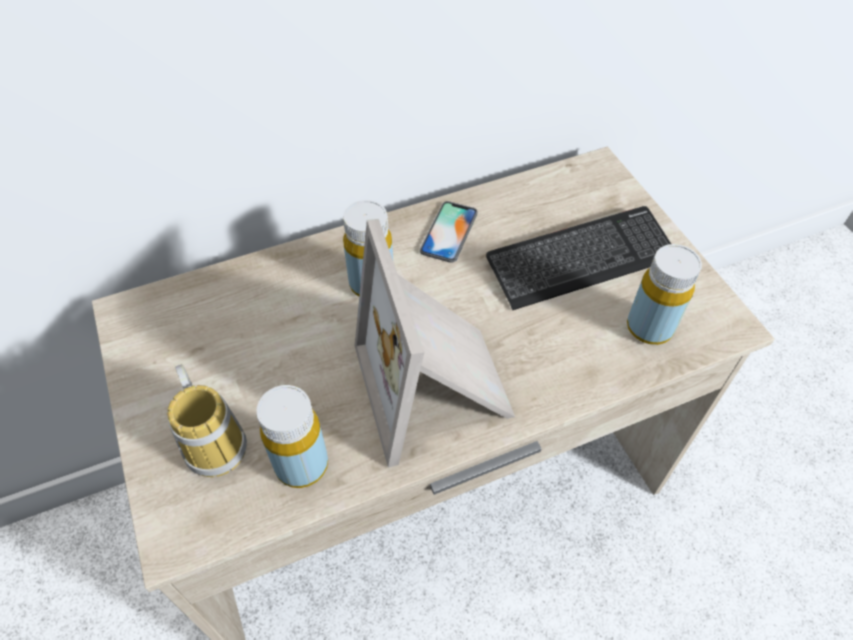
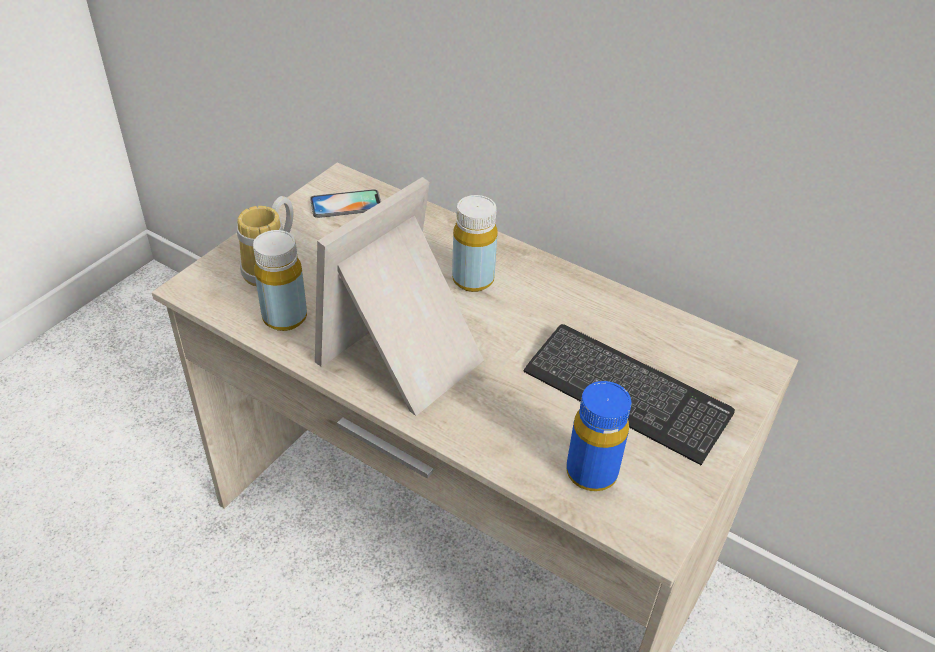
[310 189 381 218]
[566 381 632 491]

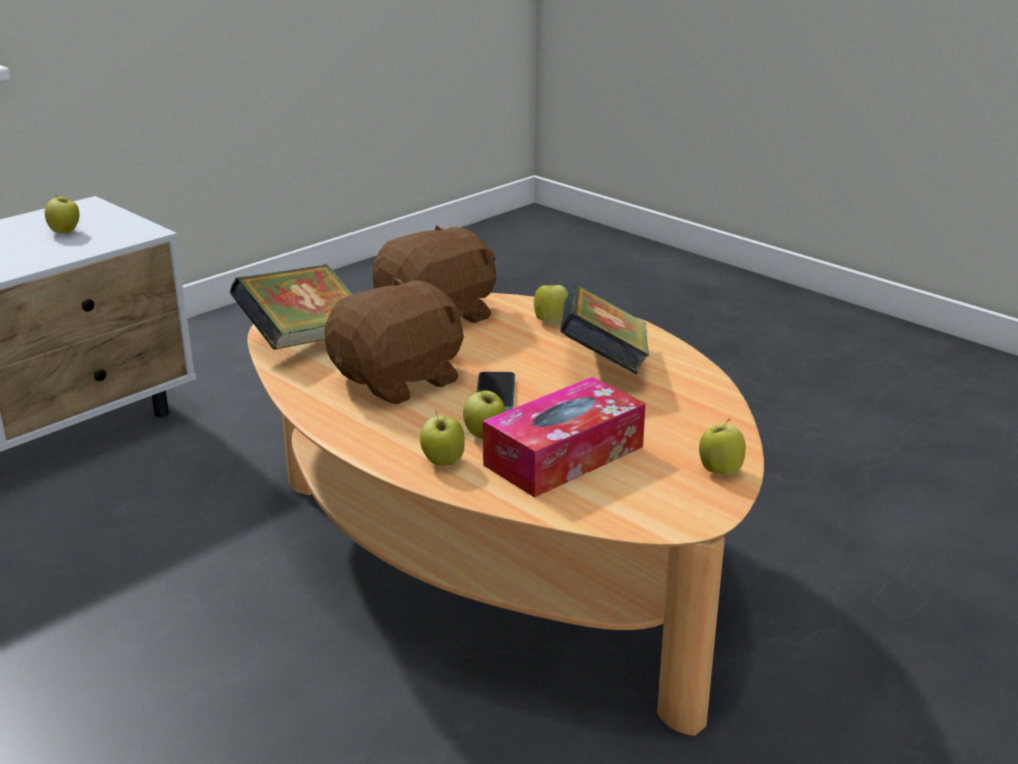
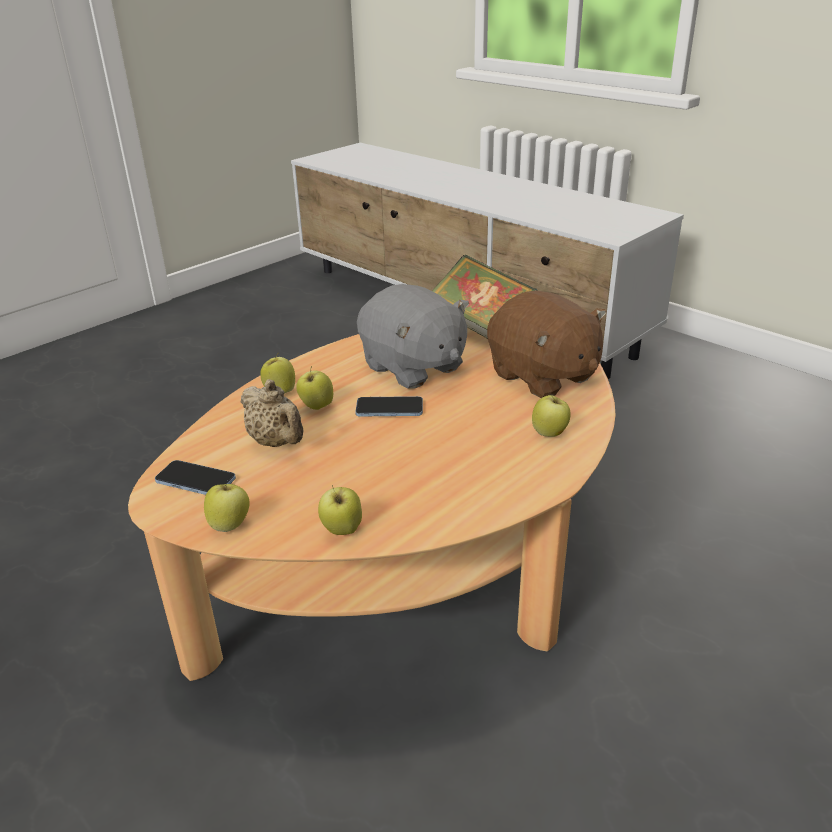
[318 485 362 535]
[357 284 469 389]
[560 286 650 374] (first image)
[240 379 303 447]
[155 460 236 495]

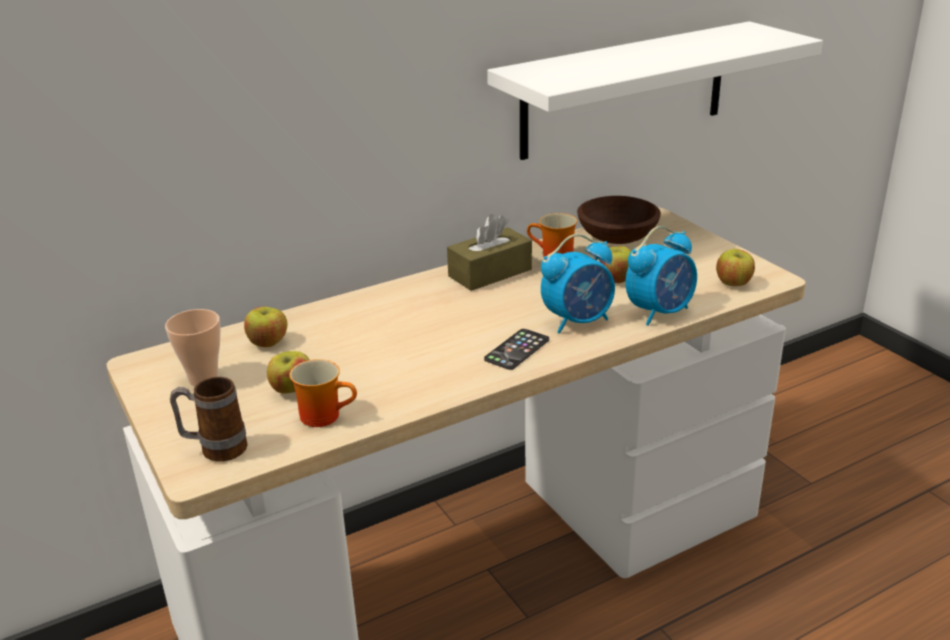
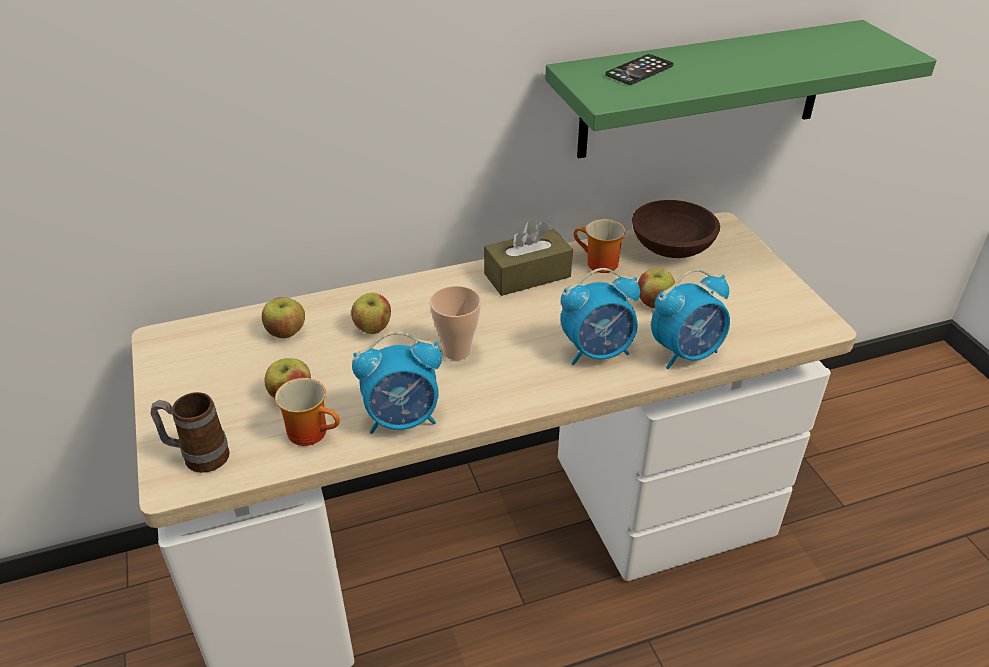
[545 20 937 158]
[351 293 391 334]
[430 286 481 360]
[605 54 674 85]
[352 331 442 434]

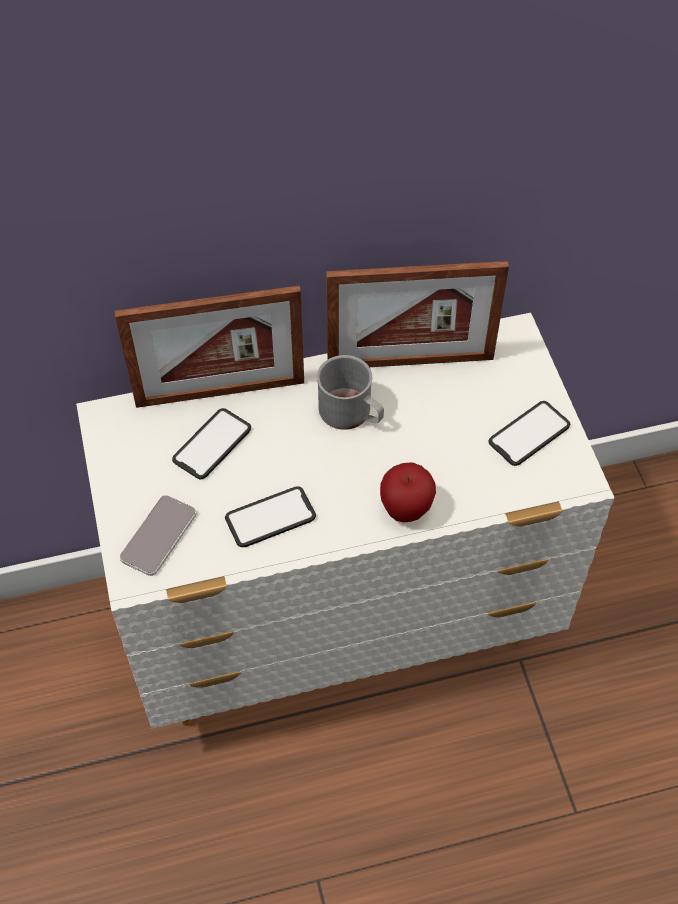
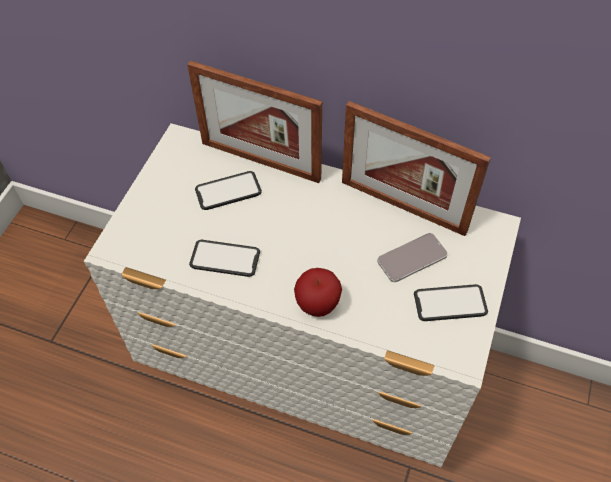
[317 355 384 430] (first image)
[377 233 448 282]

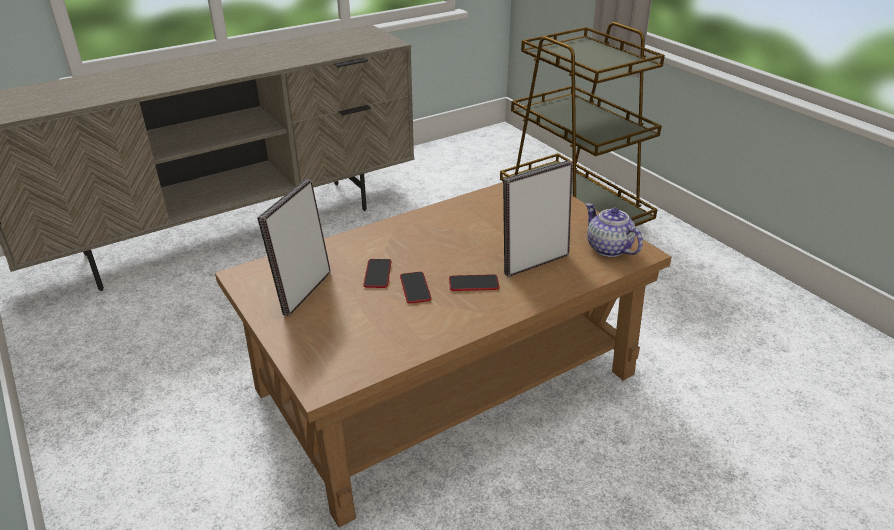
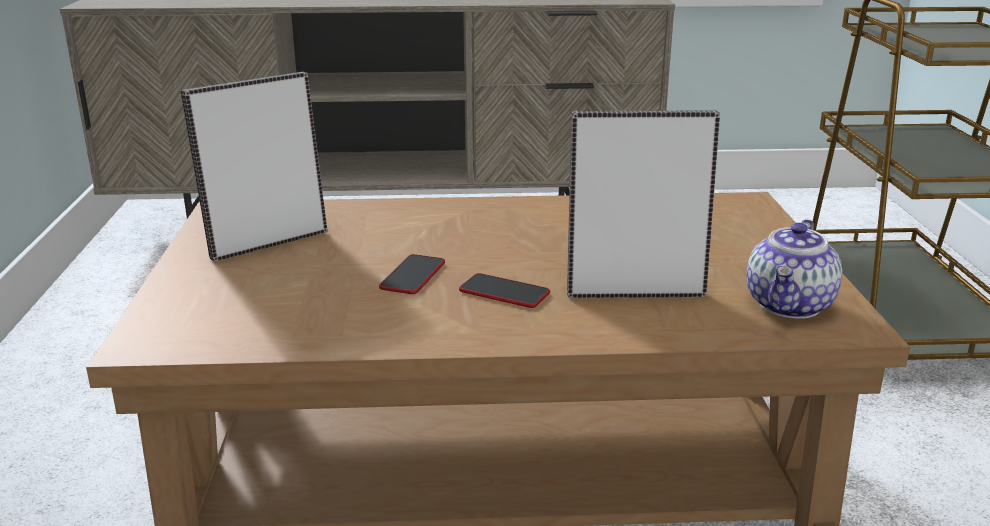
[747 219 842 319]
[363 259 391 288] (first image)

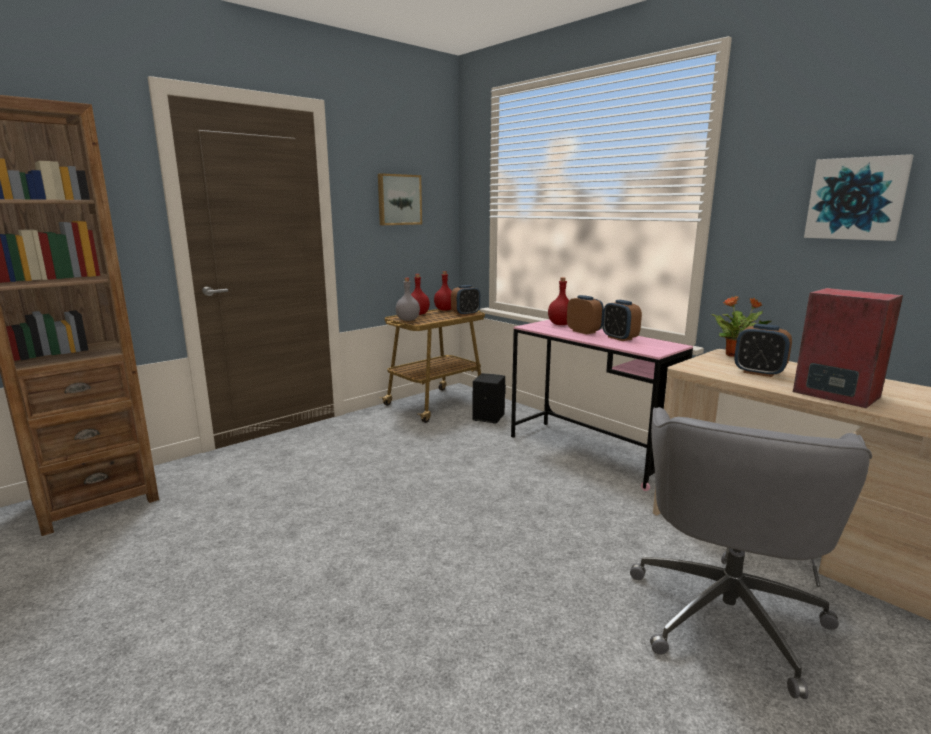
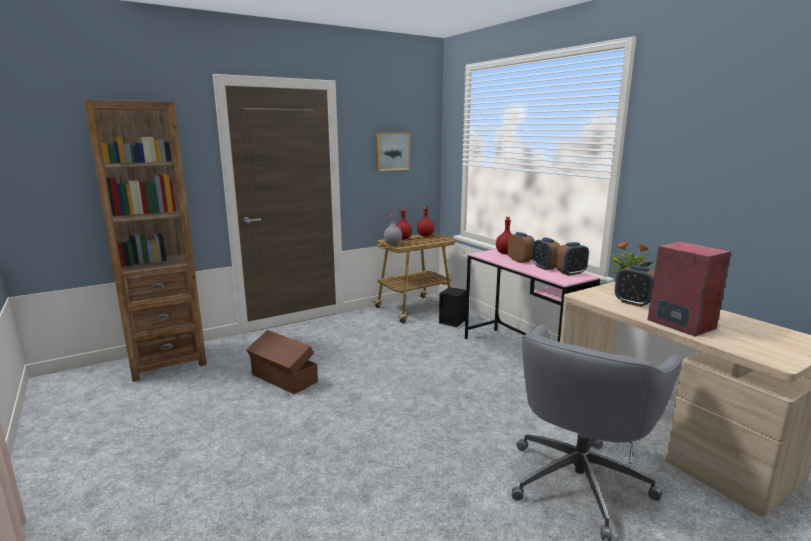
[804 154 914 241] (first image)
[556 242 589 276]
[246 330 318 394]

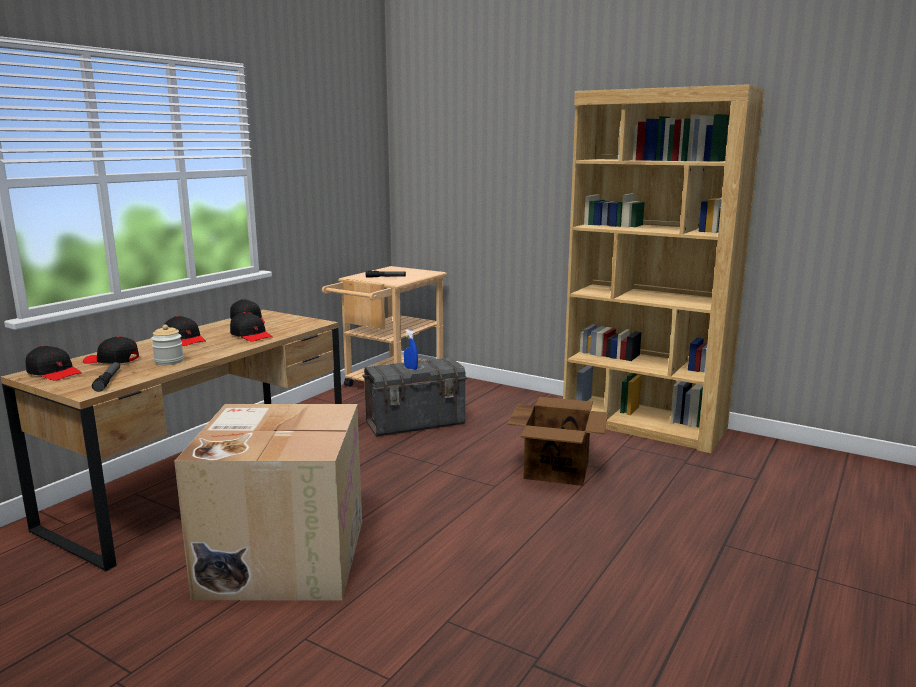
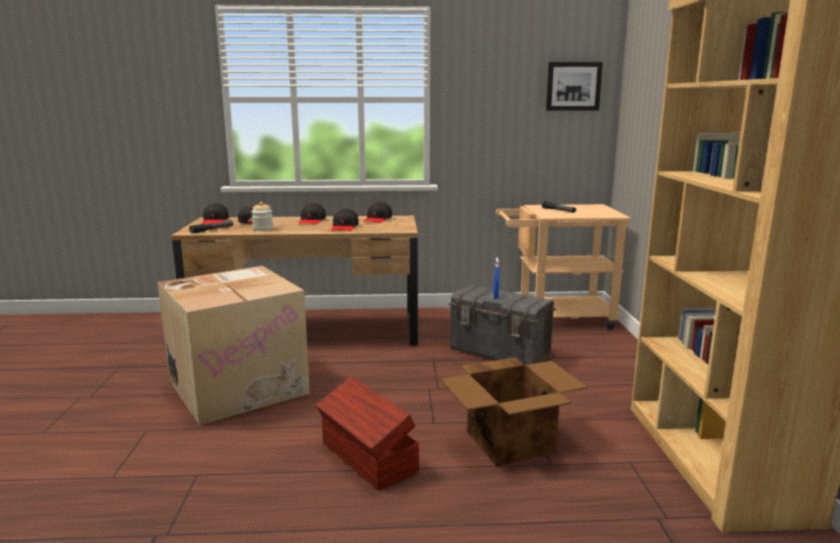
[546 62 603 111]
[316 376 419 490]

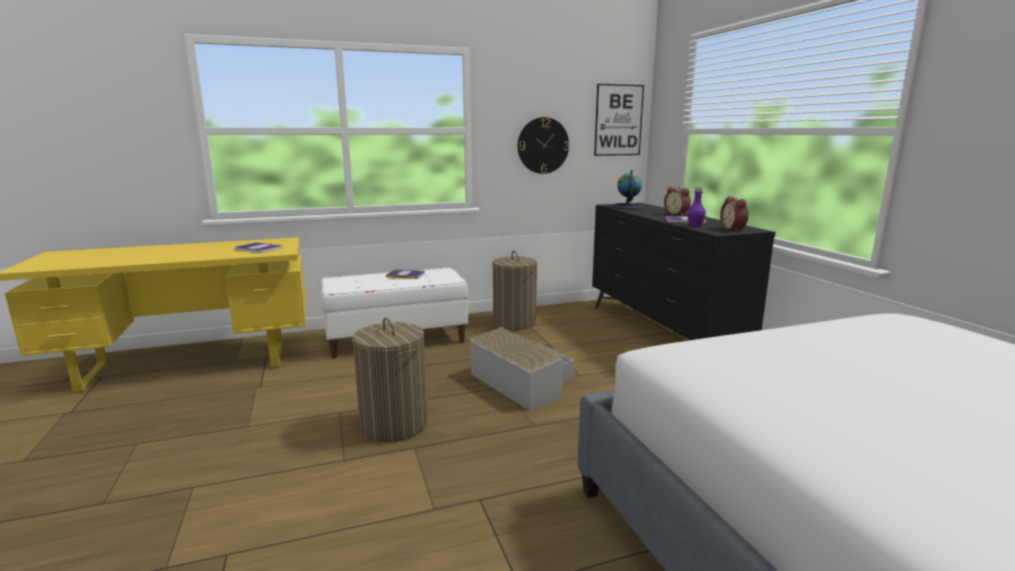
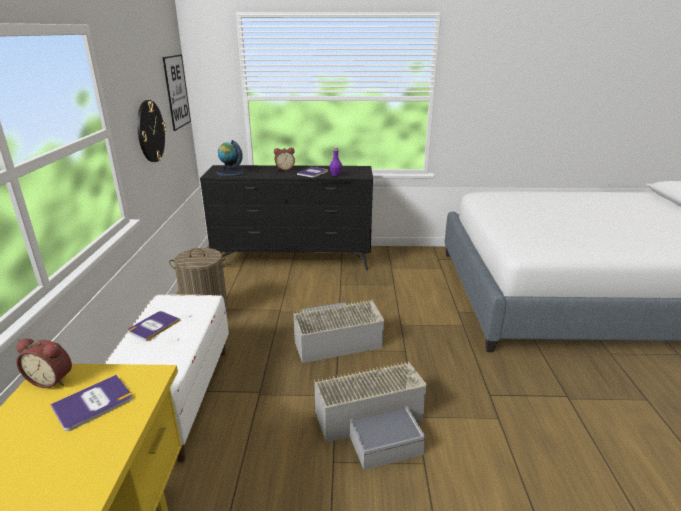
[16 339 72 388]
[314 361 427 470]

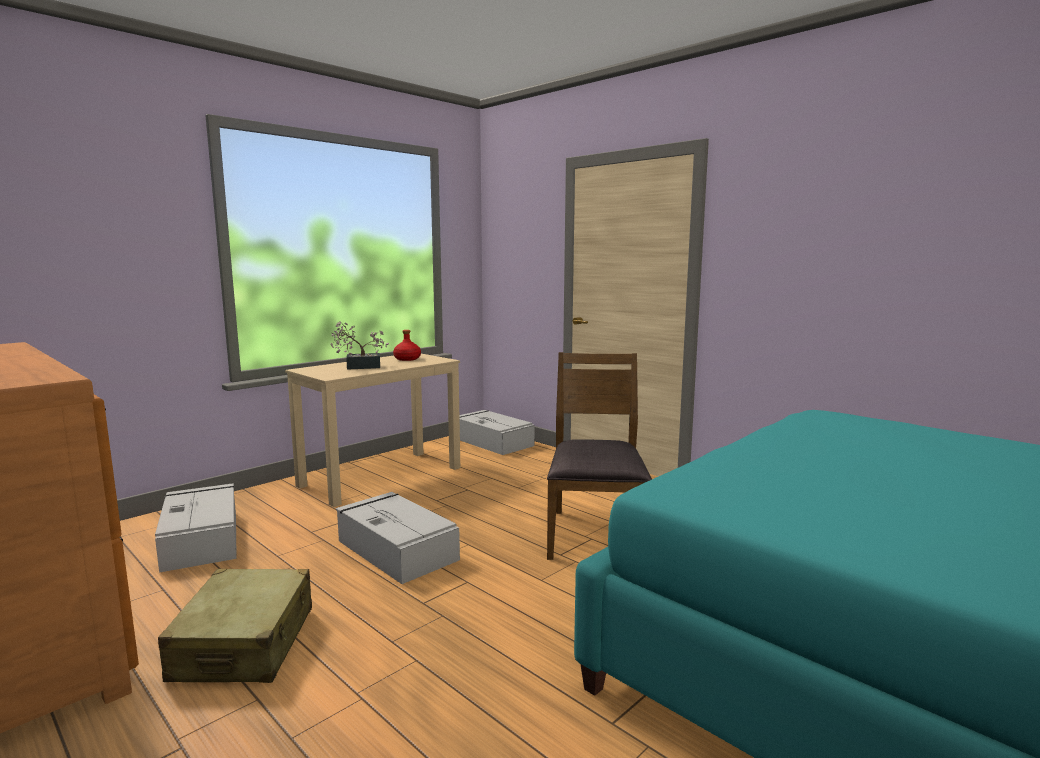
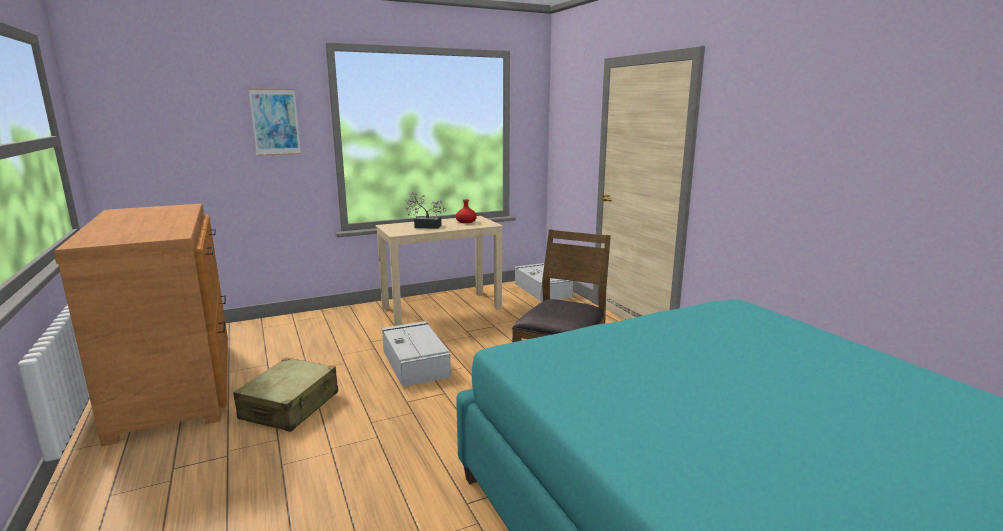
[155 483 237 573] (first image)
[249 88 301 156]

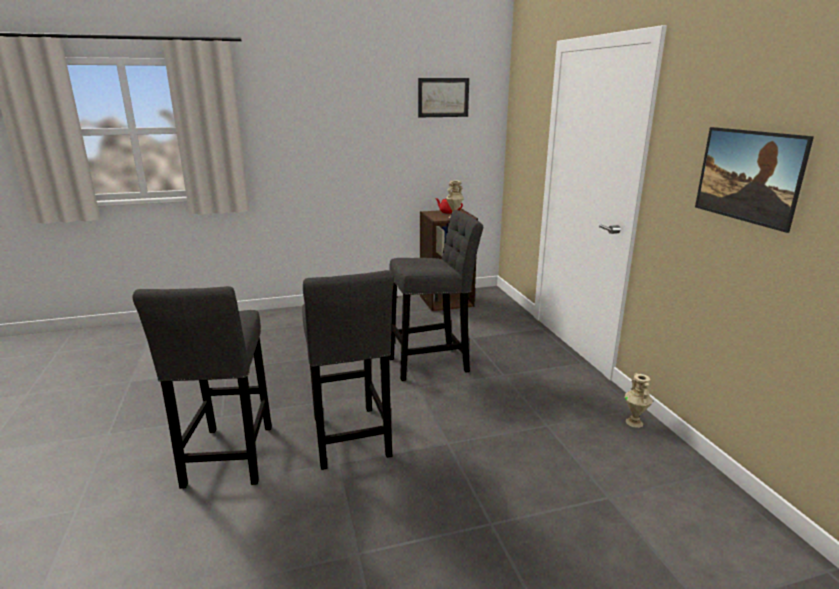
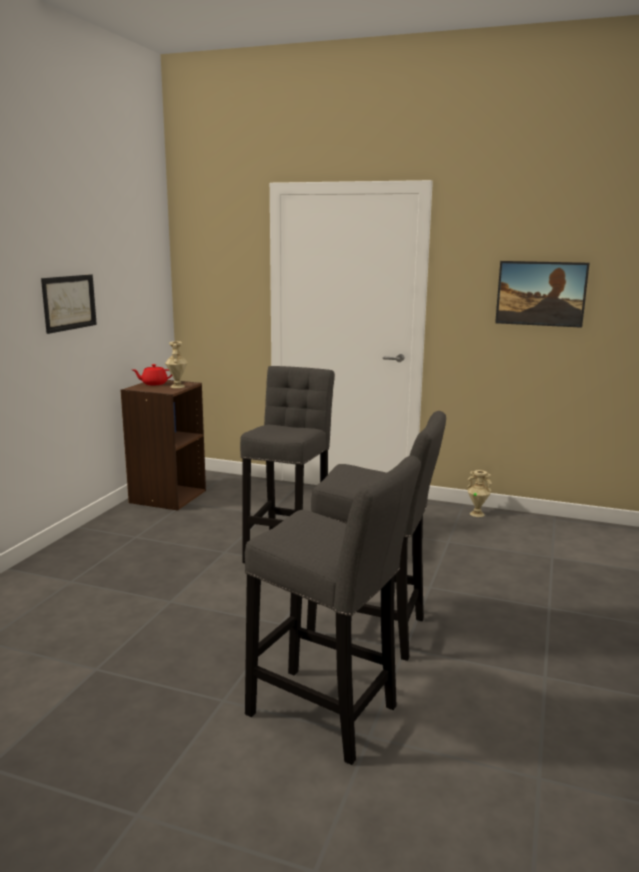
[41 274 97 334]

